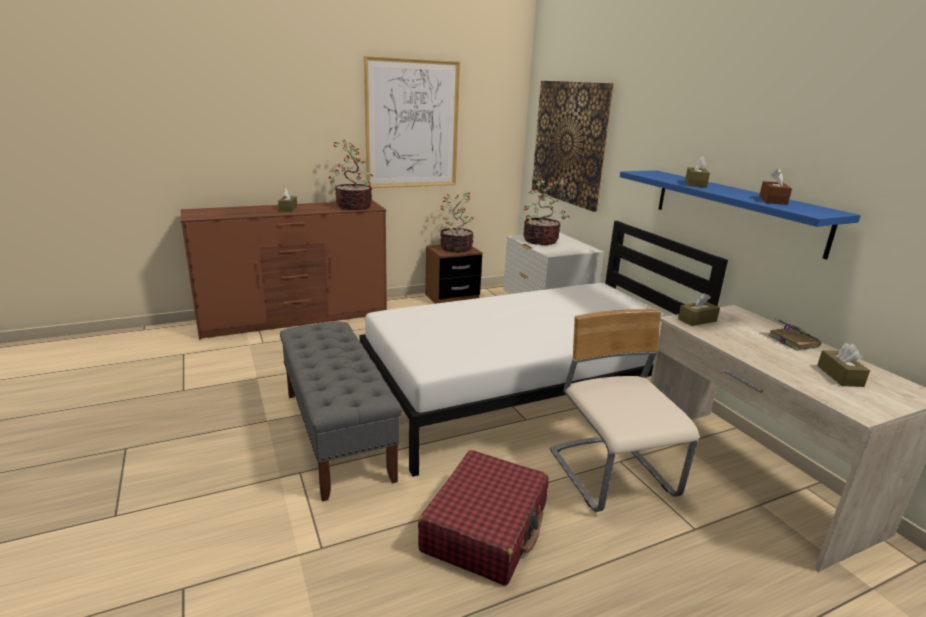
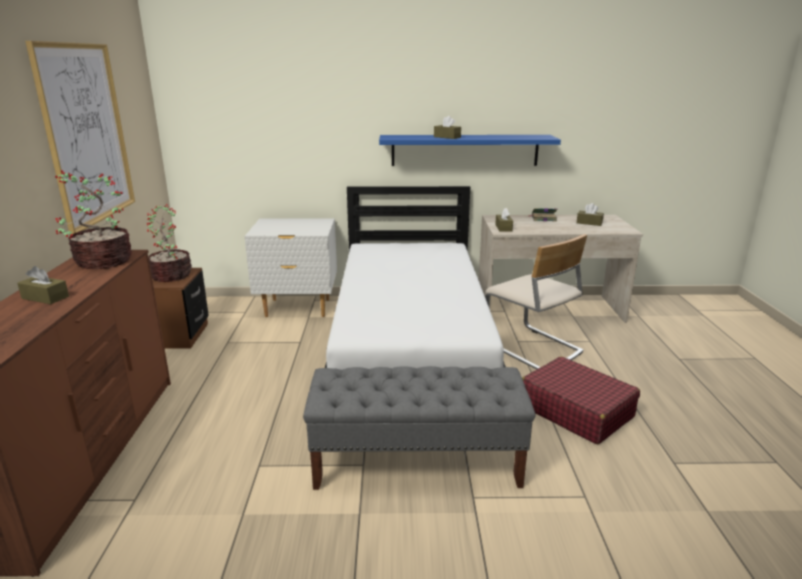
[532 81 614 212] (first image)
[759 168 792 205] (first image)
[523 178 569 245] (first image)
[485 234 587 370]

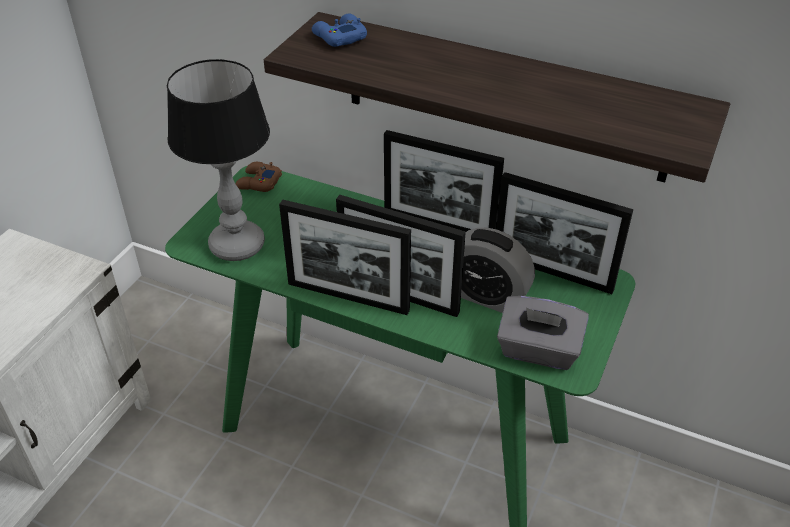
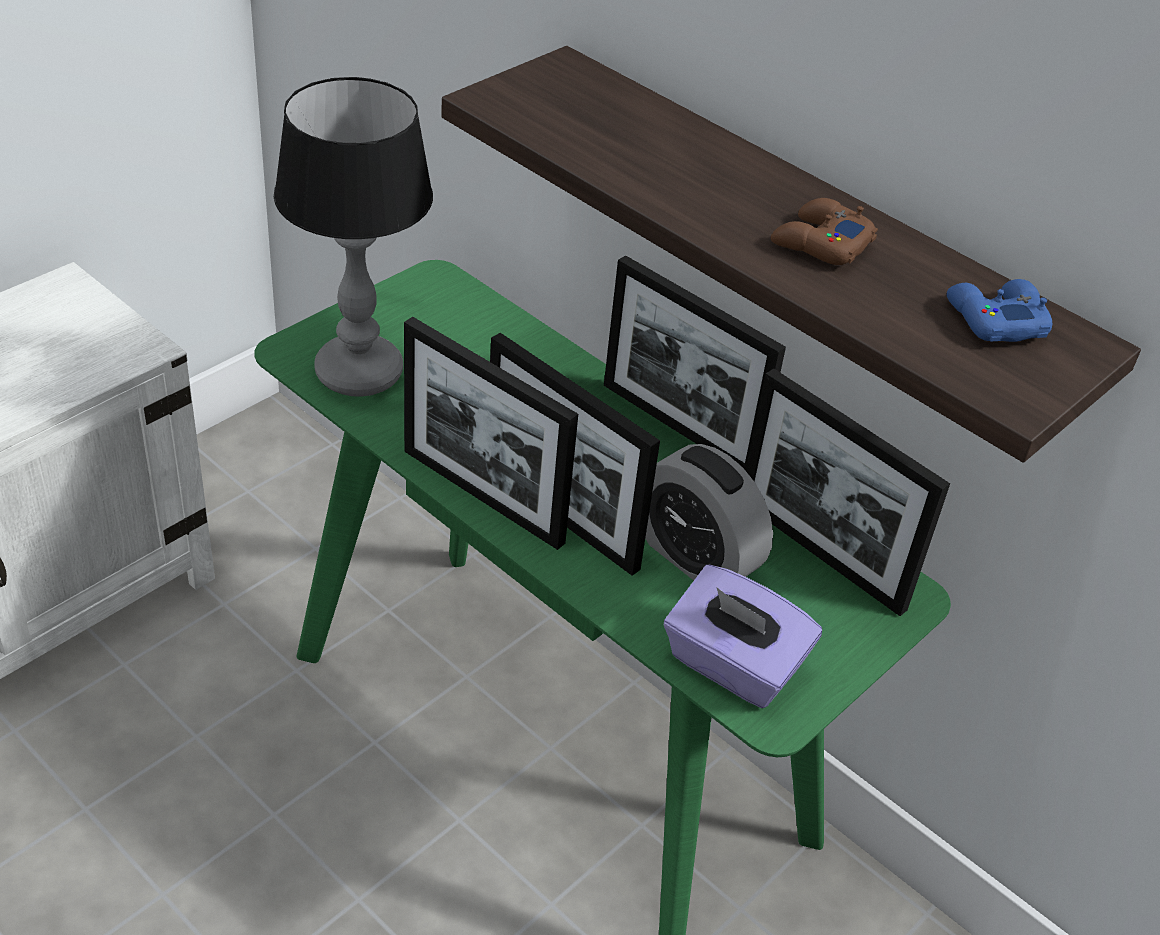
[947 279 1052 342]
[771 198 878 265]
[664 565 822 708]

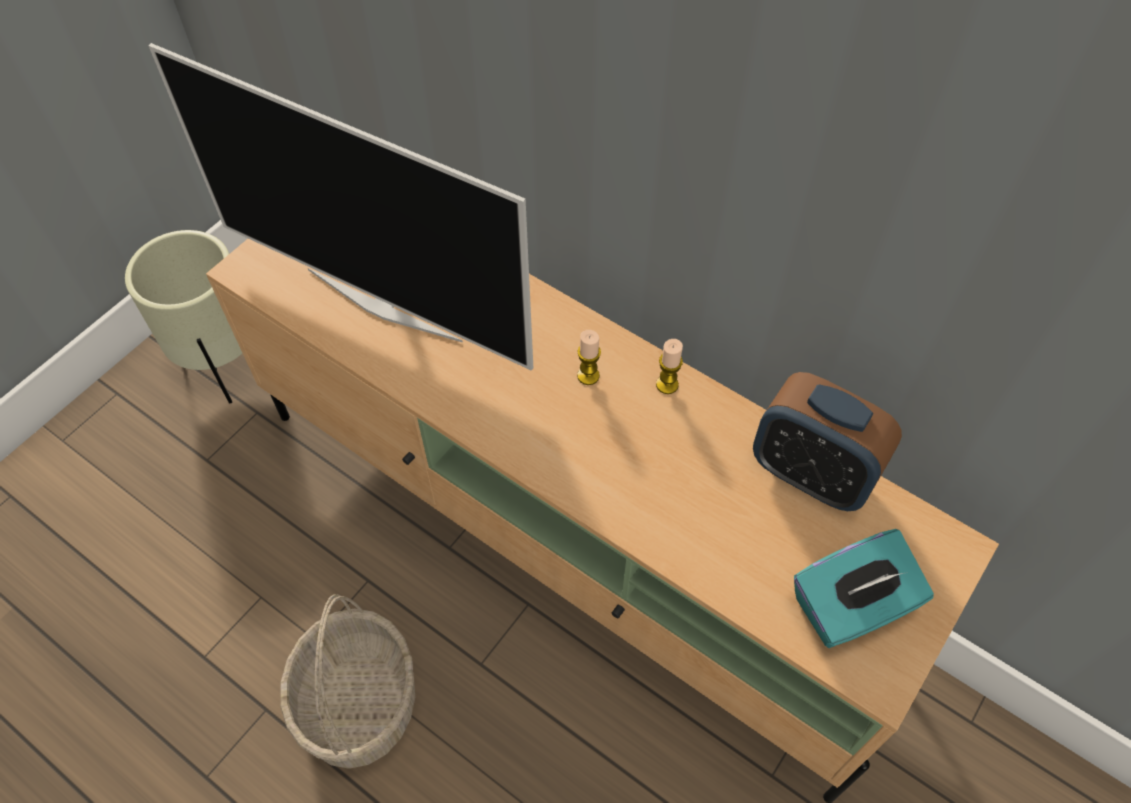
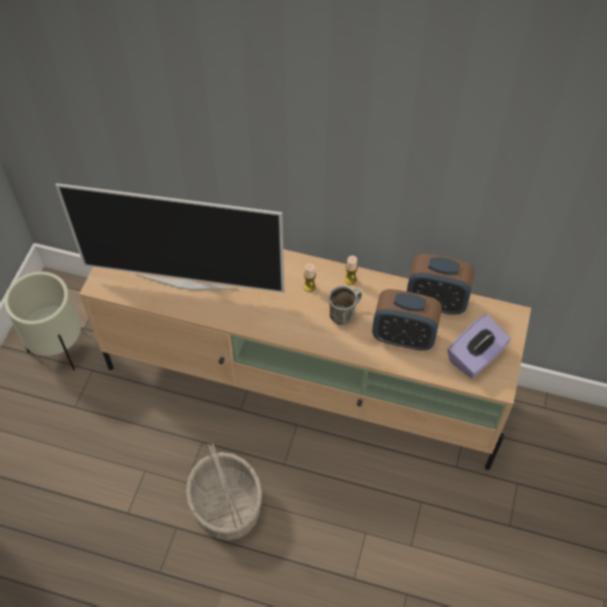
[448 314 511 378]
[329 286 362 325]
[372 289 442 351]

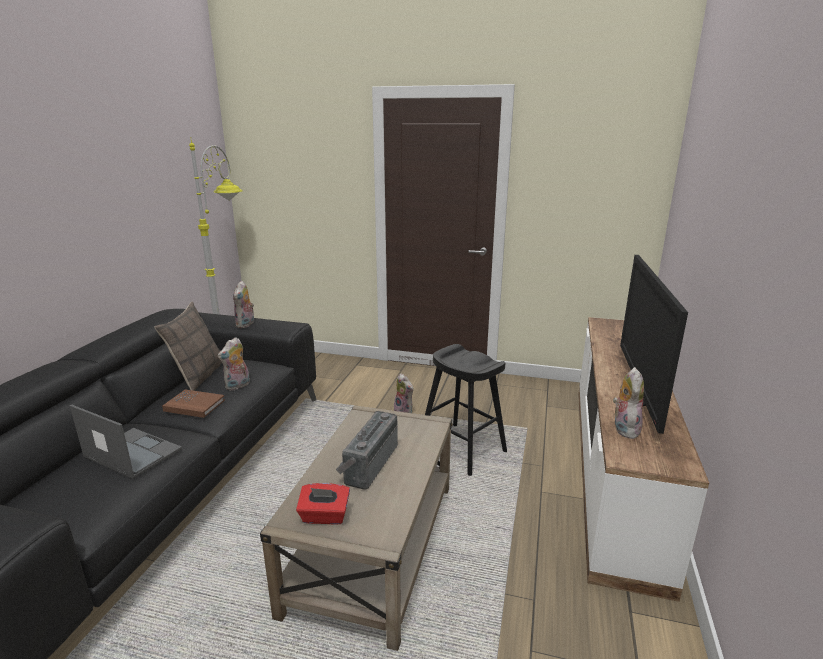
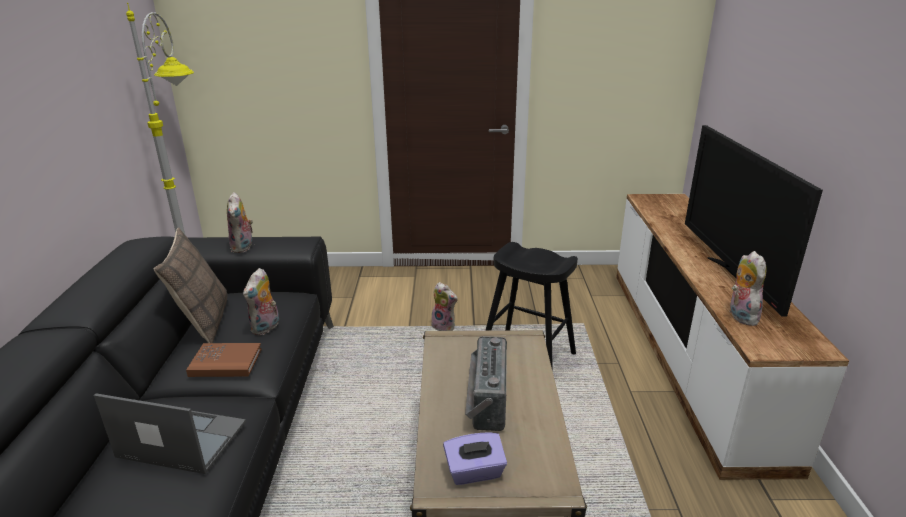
[443 432 507 485]

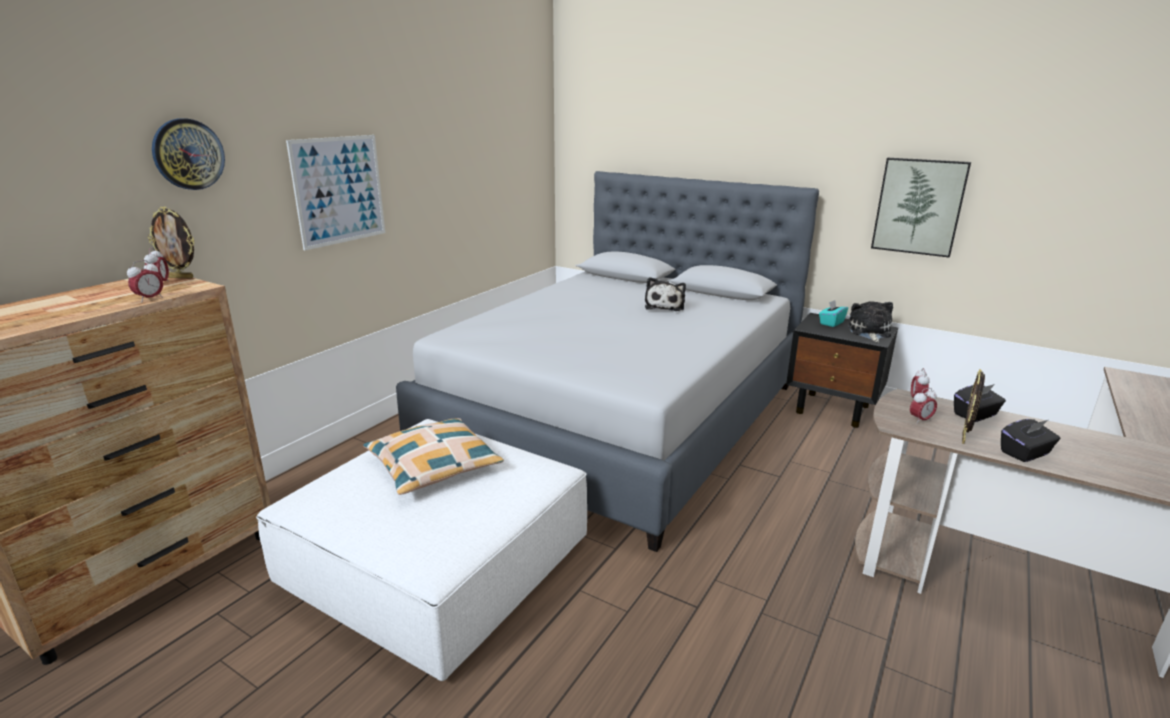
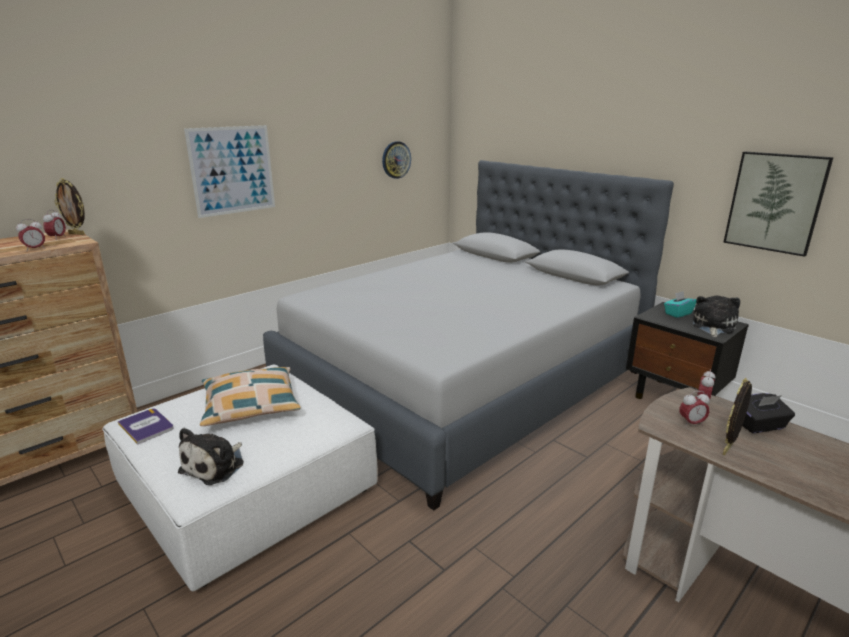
[382 141 411 179]
[178 428 244 485]
[1001 419 1060 462] (first image)
[118 408 174 444]

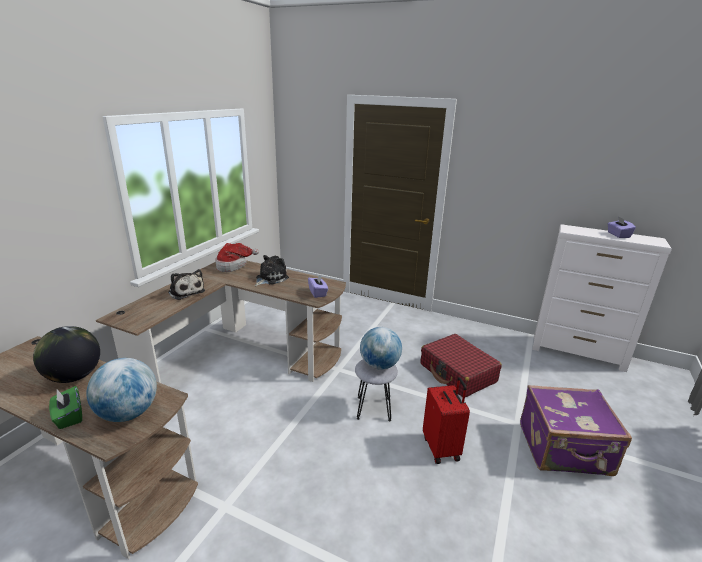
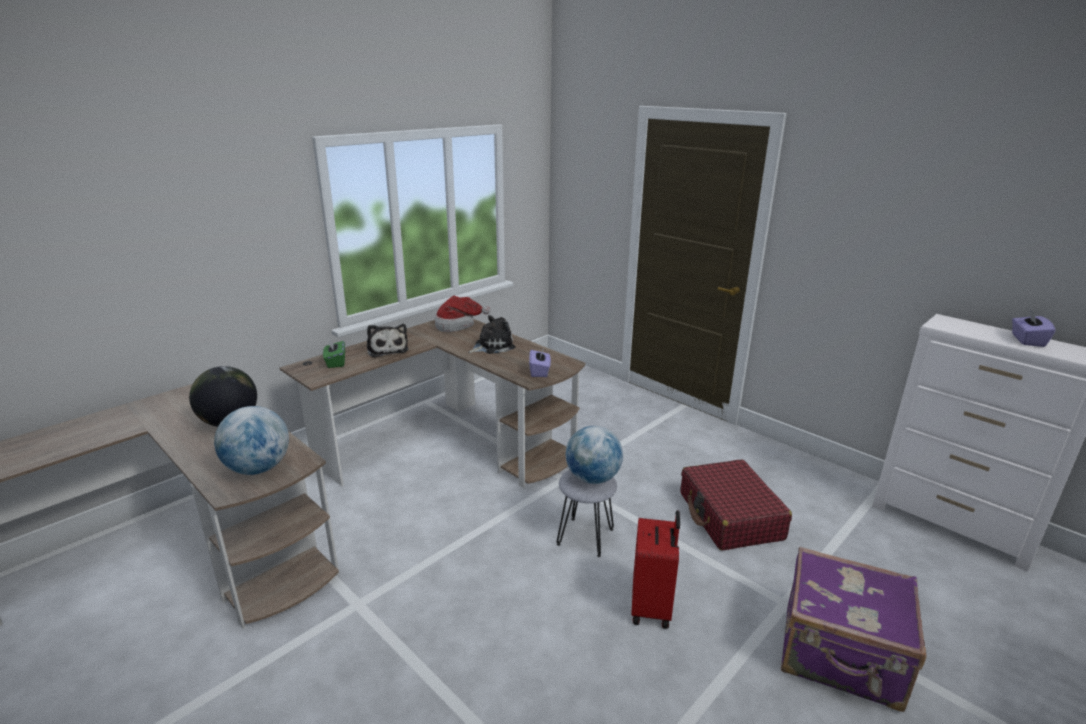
[323 338 345 368]

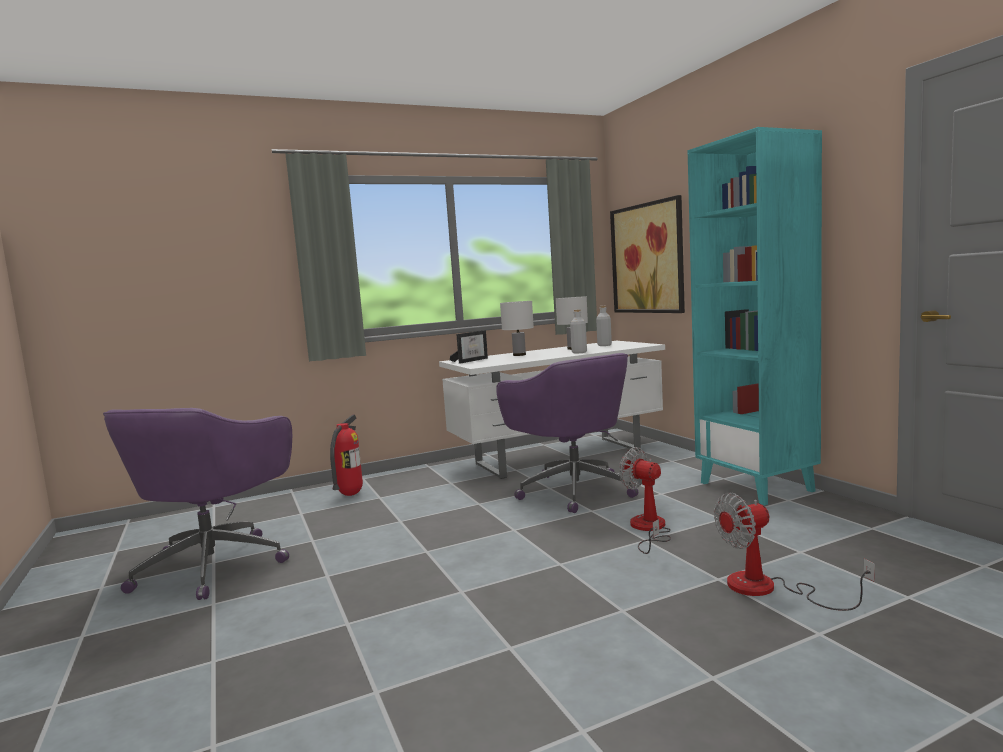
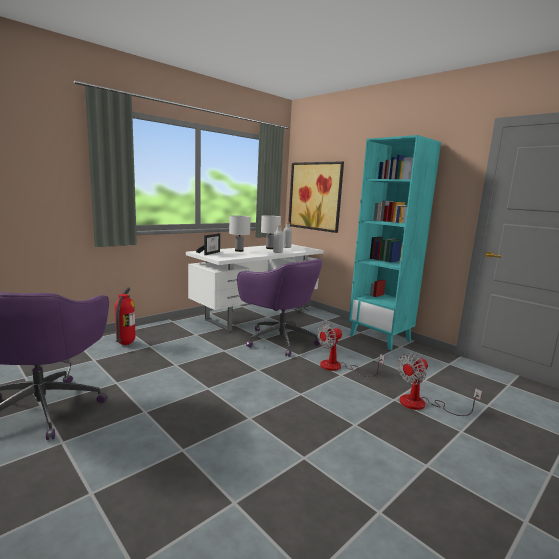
[317 323 385 377]

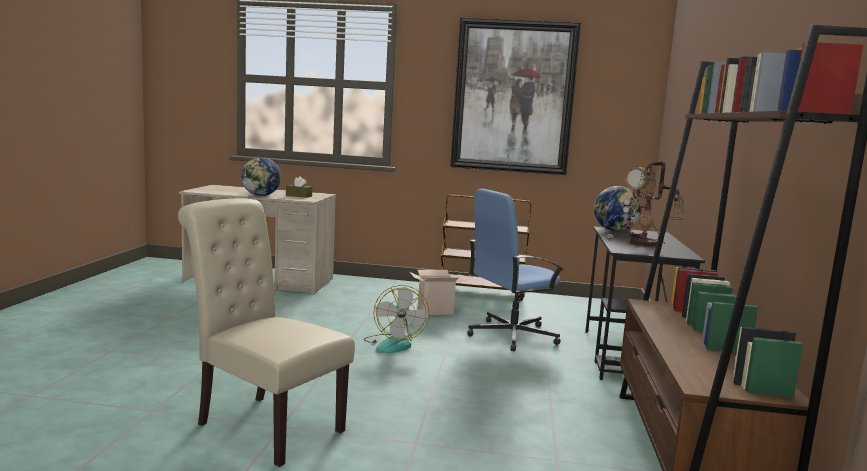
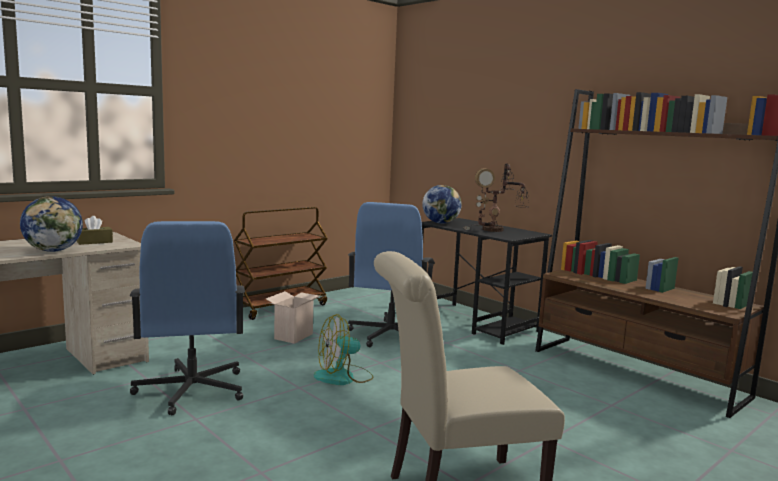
[450 18 581 175] (first image)
[314 314 374 385]
[130 221 245 415]

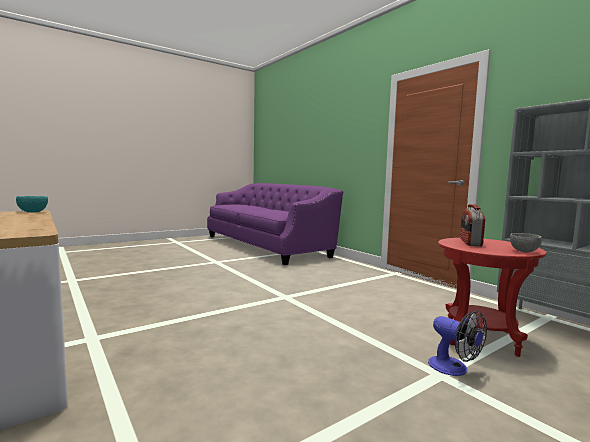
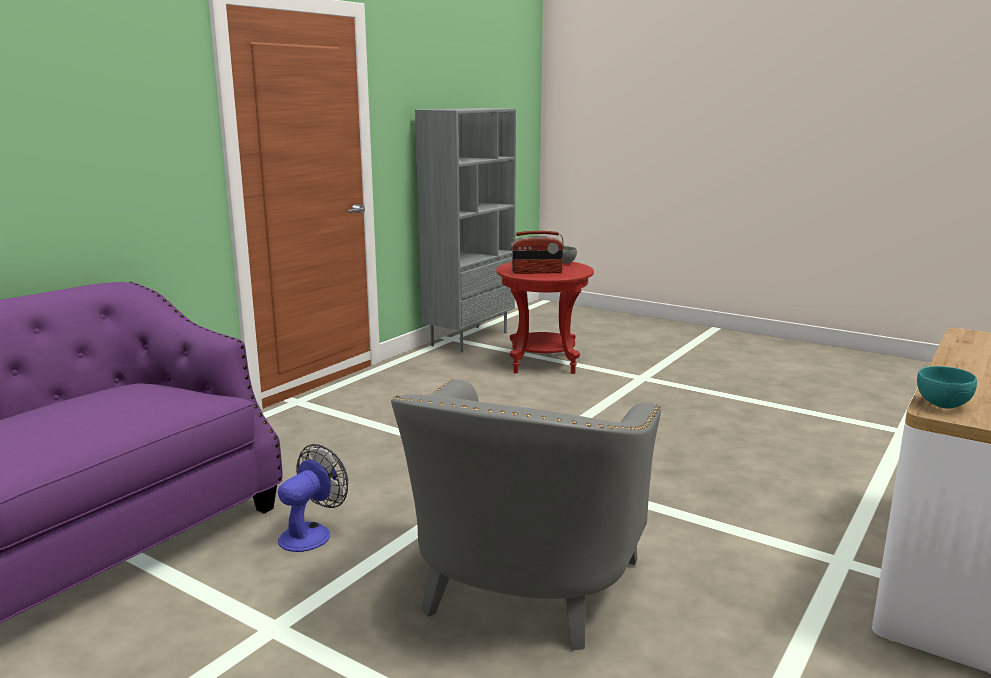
[278 444 348 552]
[391 379 661 650]

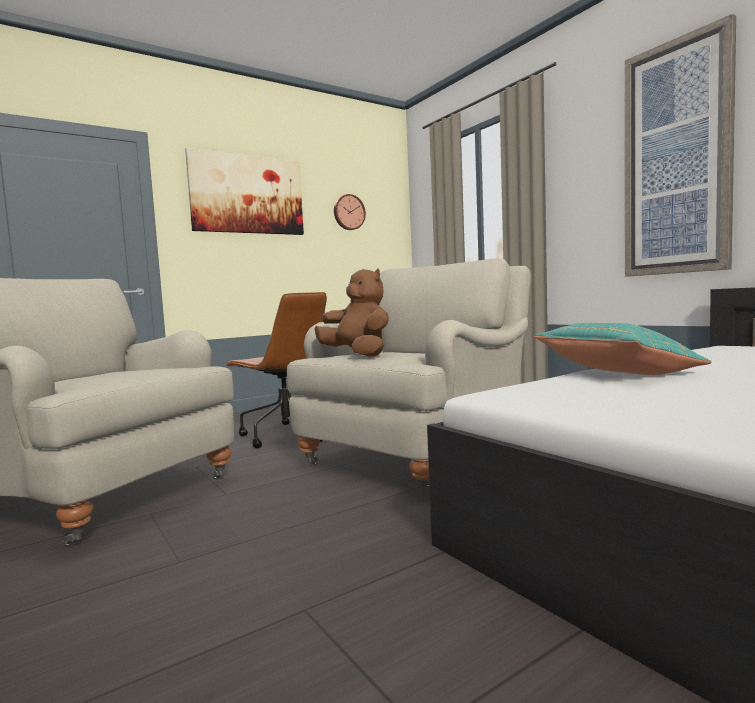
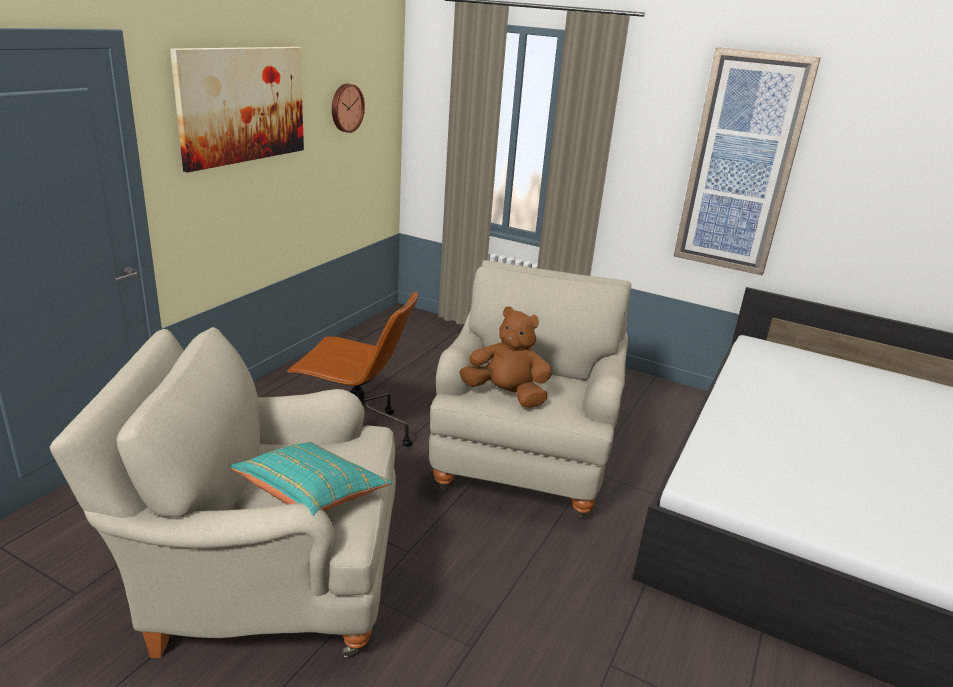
[230 442 392 516]

